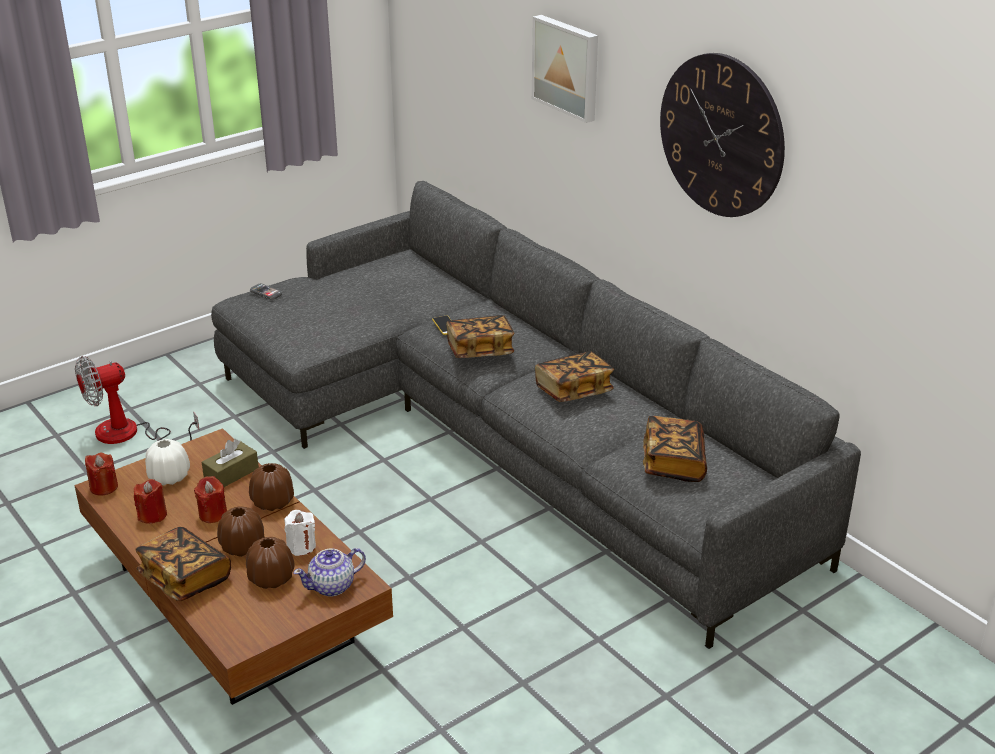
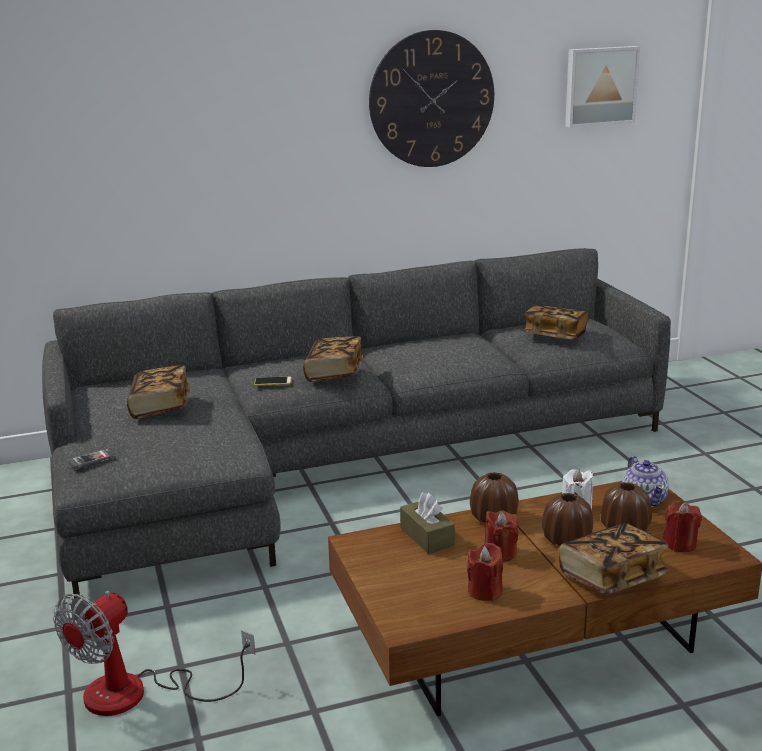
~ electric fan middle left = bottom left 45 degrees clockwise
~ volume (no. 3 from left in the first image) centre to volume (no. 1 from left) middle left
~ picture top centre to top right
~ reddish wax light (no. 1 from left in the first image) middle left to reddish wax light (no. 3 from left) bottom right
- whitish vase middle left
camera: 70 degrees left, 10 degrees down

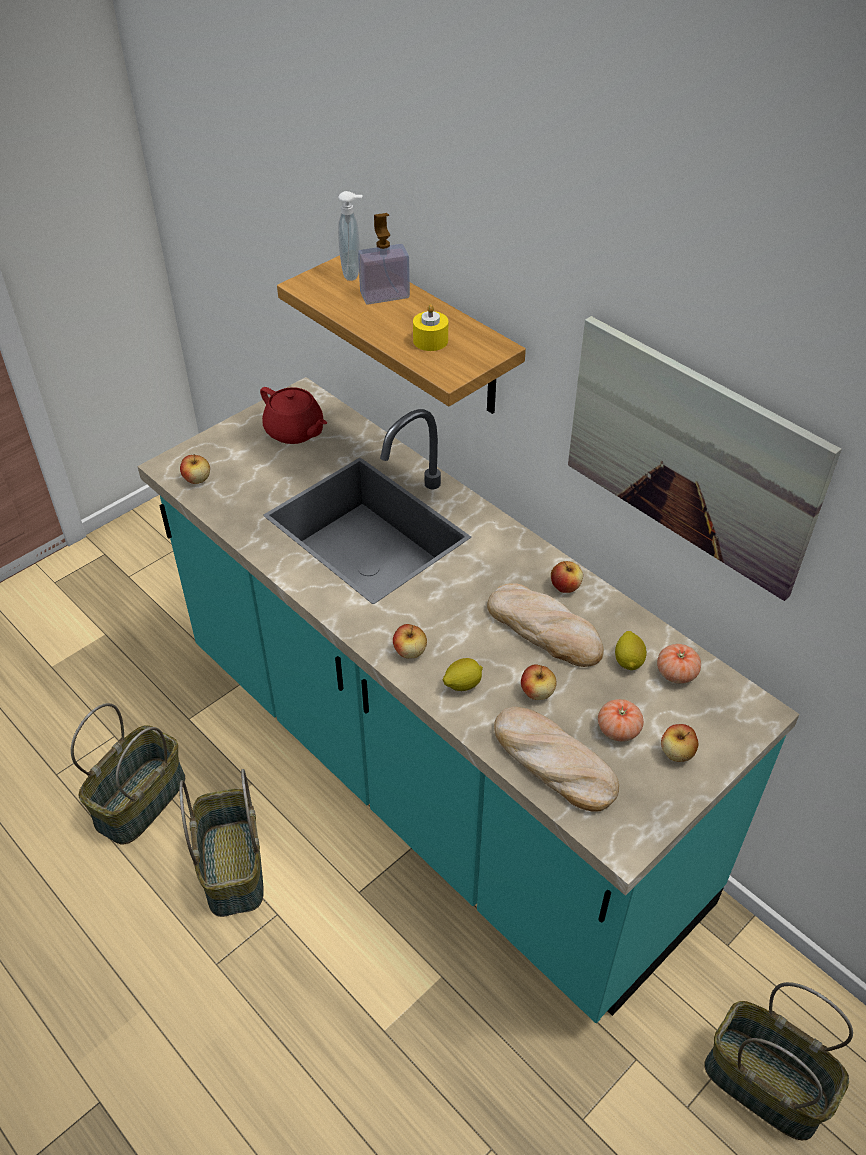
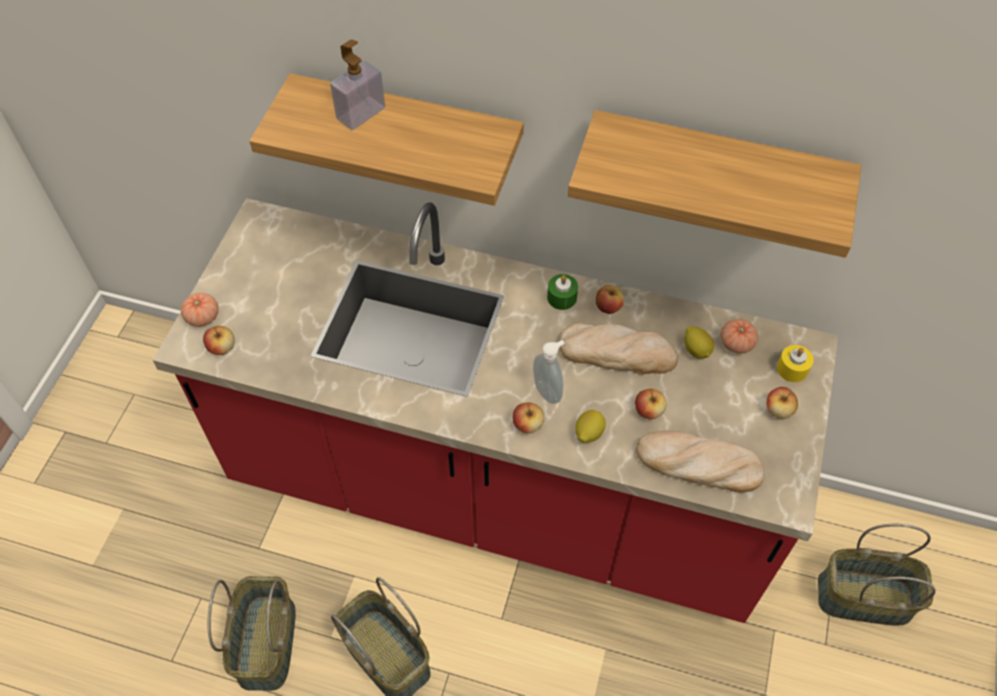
~ turquoise kitchen counter centre to reddish kitchen counter centre
~ fresh tomato (no. 1 from left) middle right to middle left
~ soap dispenser (no. 1 from left in the first image) top centre to soap dispenser (no. 2 from left) centre
+ greenish wax light centre
~ picture middle right to wall shelf (no. 2 from left) top right
~ yellow wax light top centre to middle right
- reddish teapot centre
camera: 30 degrees left, 10 degrees up

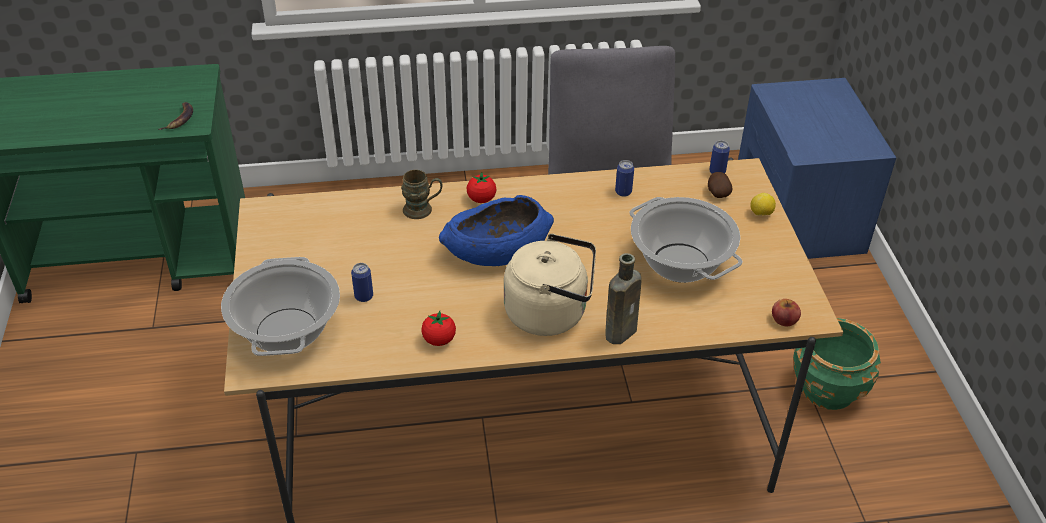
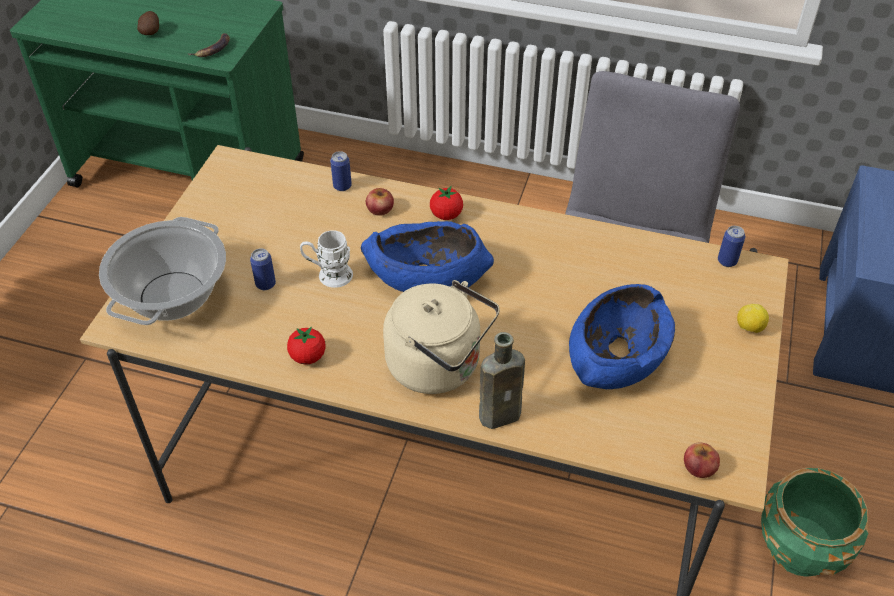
~ spud middle right to top left
+ whitish coffee mug centre
~ metal can (no. 2 from left) centre to top centre
~ brown coffee mug centre to apple (no. 1 from left) centre
~ stockpot (no. 2 from left) centre to blue-coloured bowl (no. 2 from left) middle right
camera: 25 degrees right, 5 degrees up

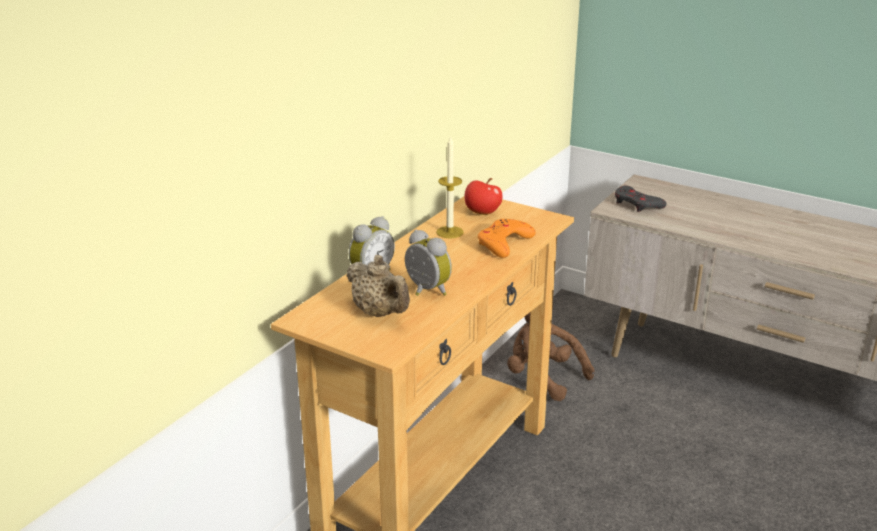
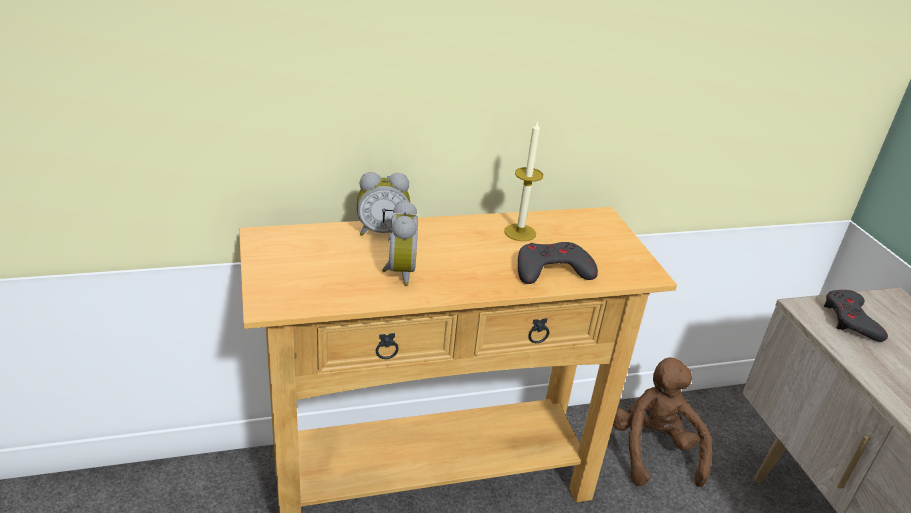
~ orange game controller centre to gray game controller (no. 1 from left) centre
- beige teapot centre
- apple centre
camera: 40 degrees right, 5 degrees up

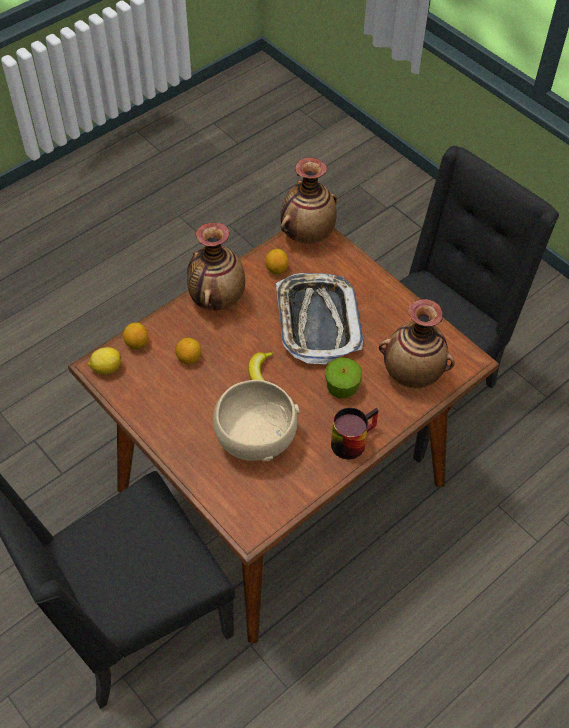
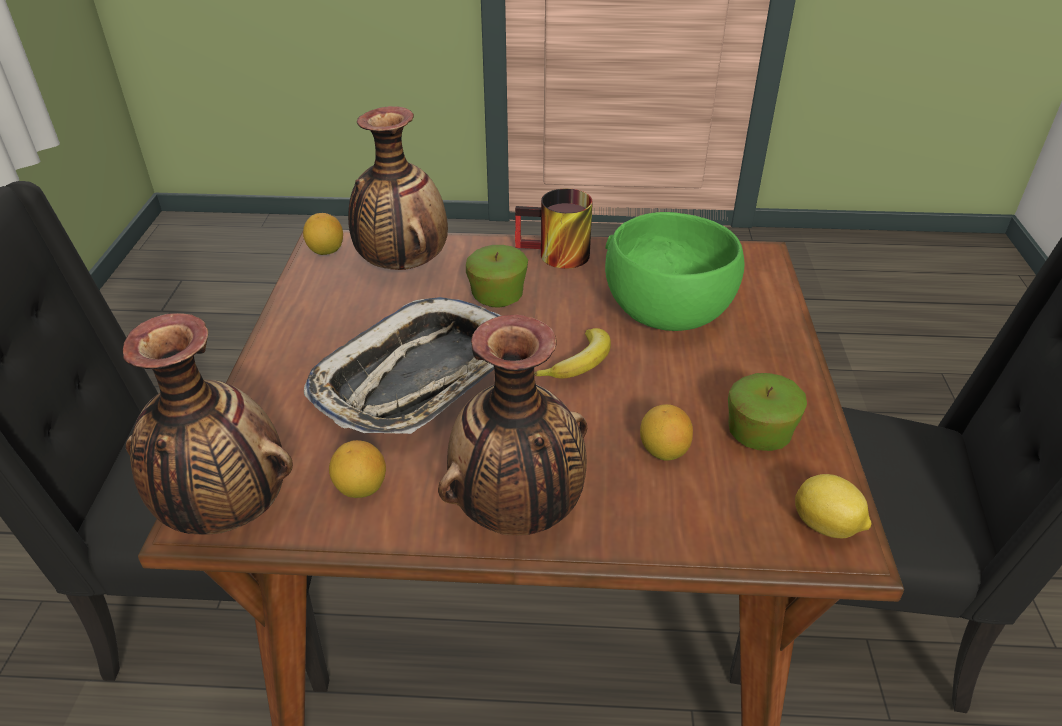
~ lemon (no. 2 from left in the first image) middle left to lemon (no. 1 from left) top left
~ beige bowl centre to greenish bowl centre
+ apple (no. 2 from left) middle right
camera: 135 degrees left, 15 degrees down

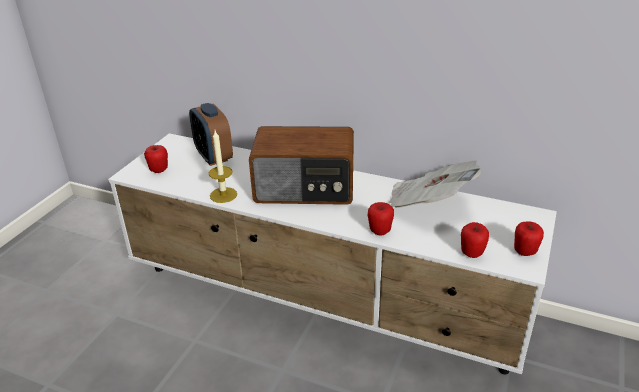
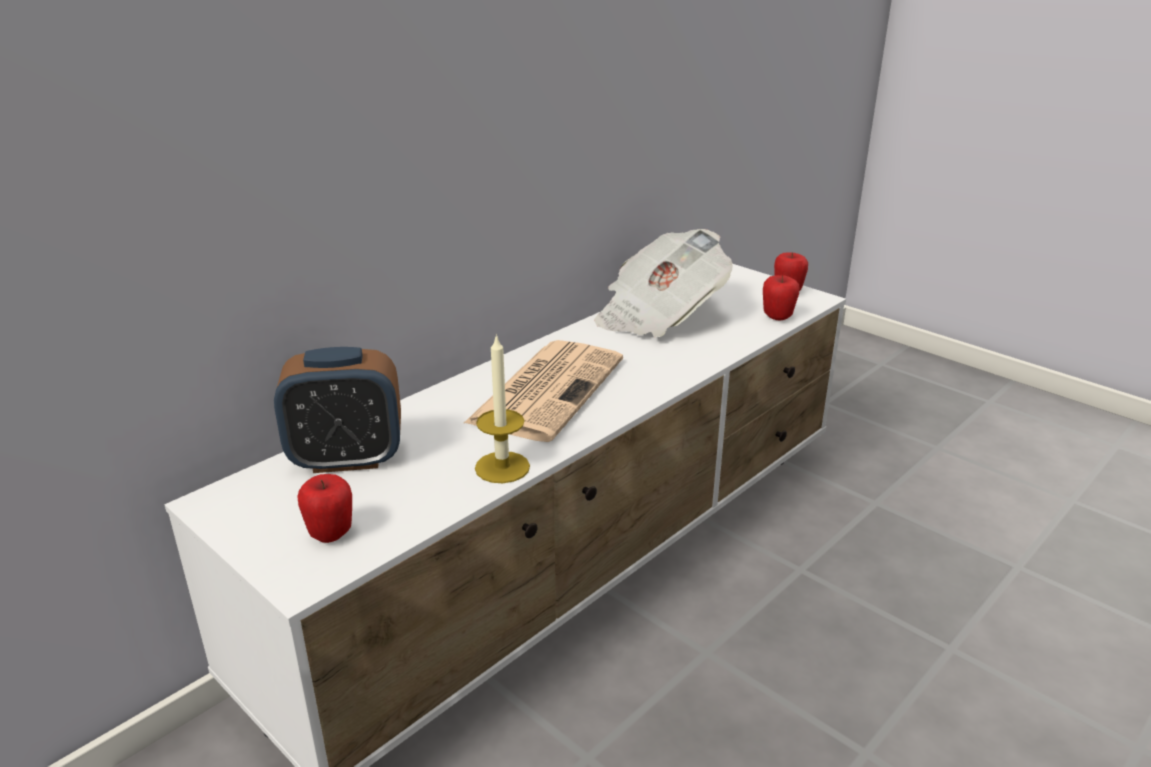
~ radio receiver centre to daily paper (no. 1 from left) centre
- apple (no. 2 from left) centre
camera: 70 degrees left, 5 degrees down

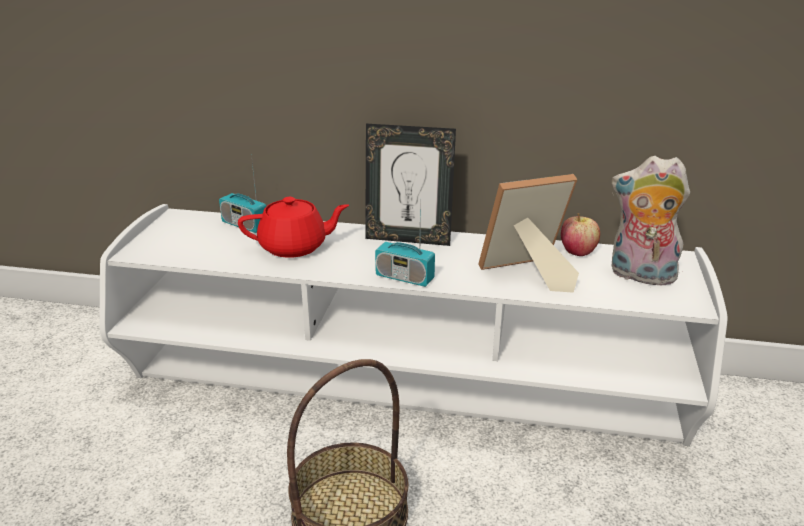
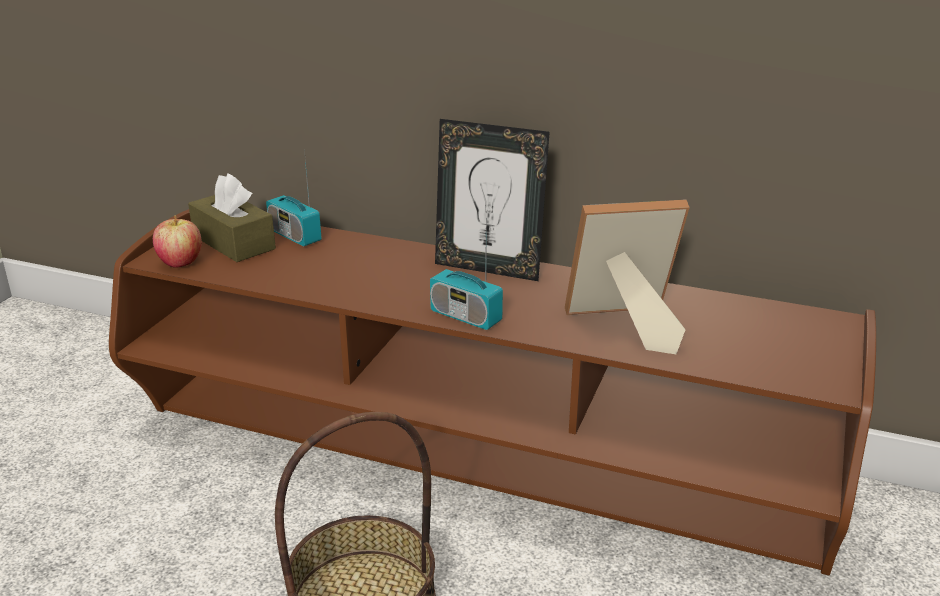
~ whitish media console centre to brown media console centre
~ apple middle right to middle left
+ brown tissue box middle left
- reddish teapot centre
- cuddly toy middle right
camera: 10 degrees right, 0 degrees up

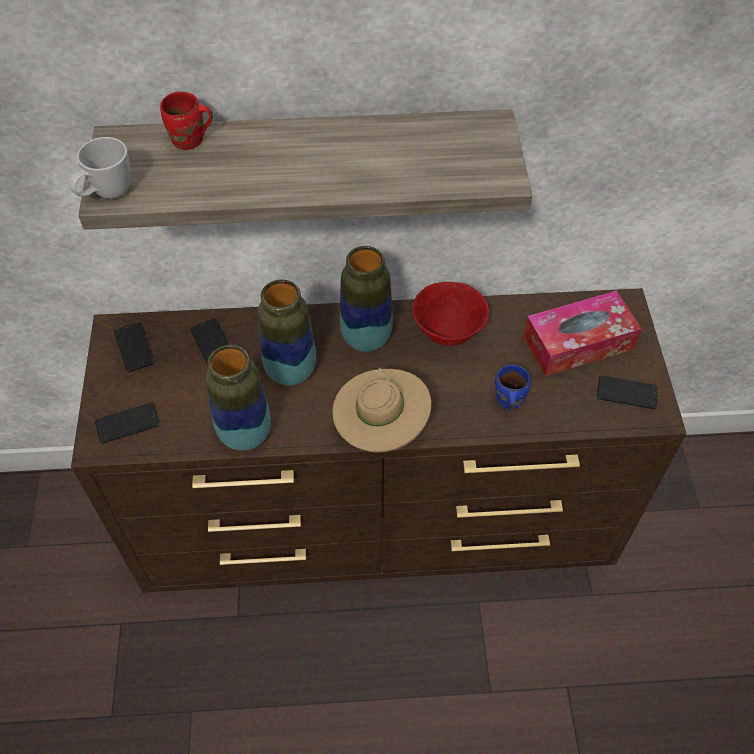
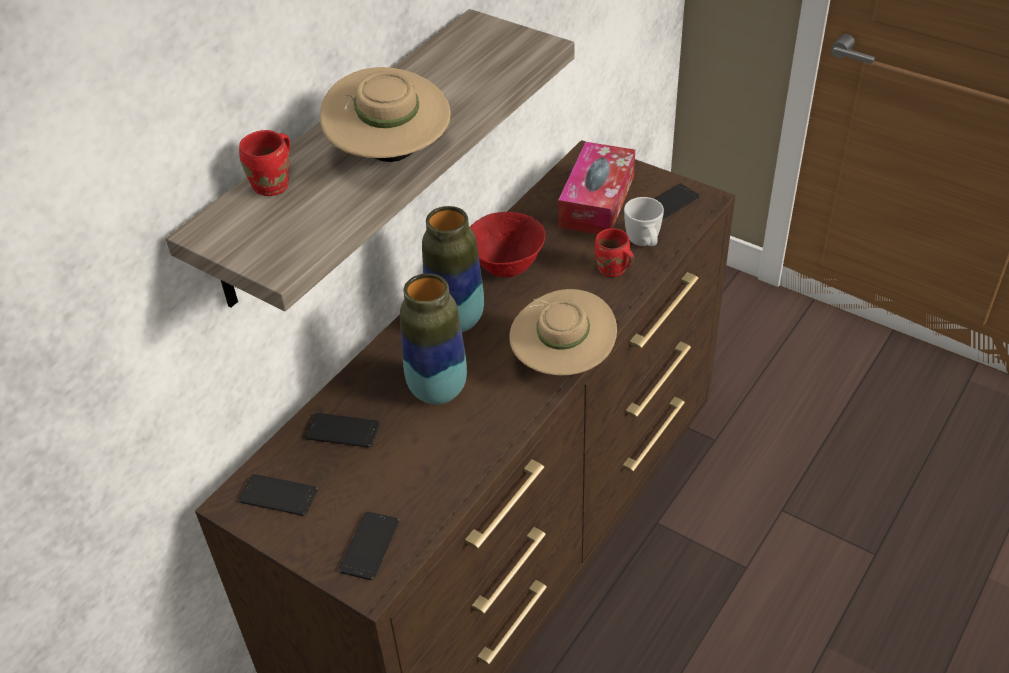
+ beige clothing hat (no. 1 from left) top centre
~ blue-coloured coffee mug middle right to reddish coffee mug (no. 2 from left) centre
~ whitish coffee mug top left to top centre
- vase (no. 1 from left) middle left
camera: 50 degrees left, 10 degrees down

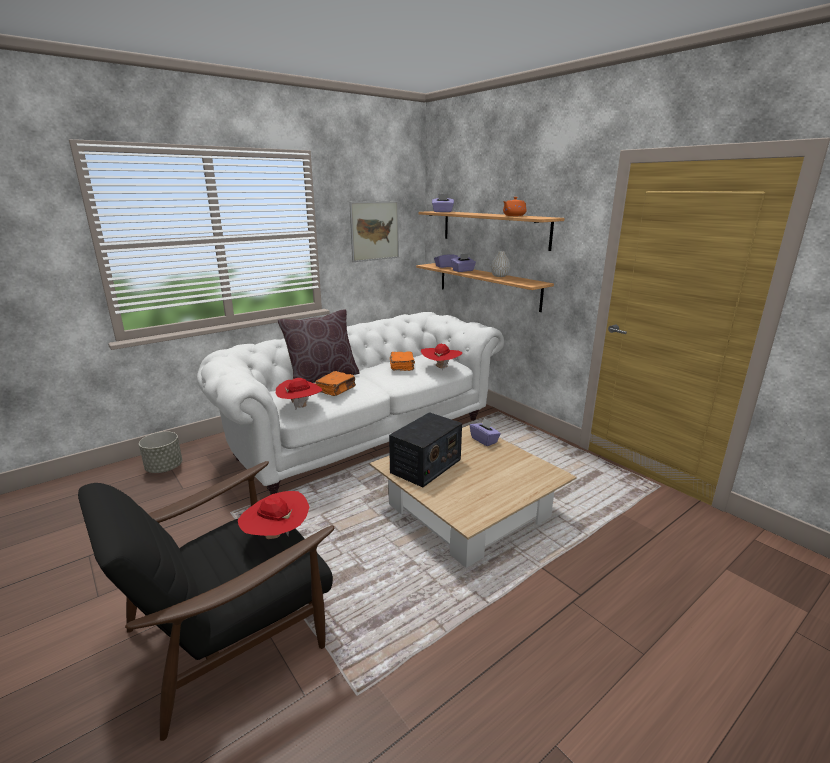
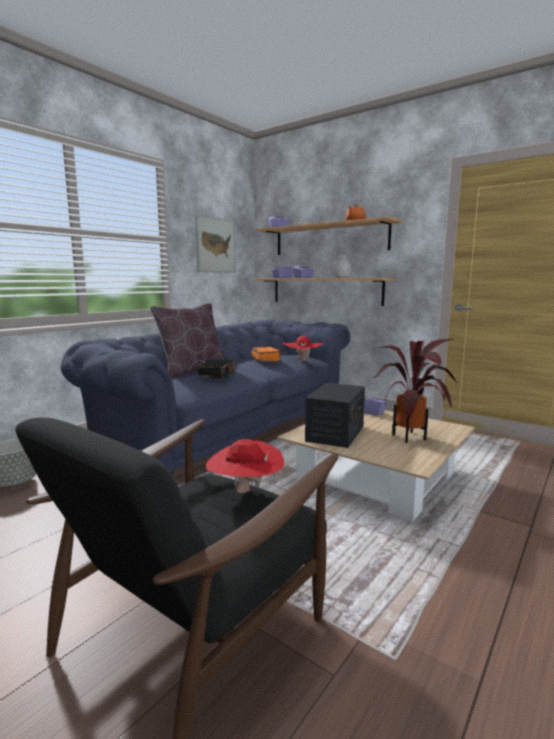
~ whitish settee centre to blue-coloured settee centre
~ orange volume (no. 1 from left) centre to black-coloured volume centre
+ potted plant middle right
- reddish clothing hat (no. 2 from left) centre
camera: 15 degrees left, 10 degrees down

